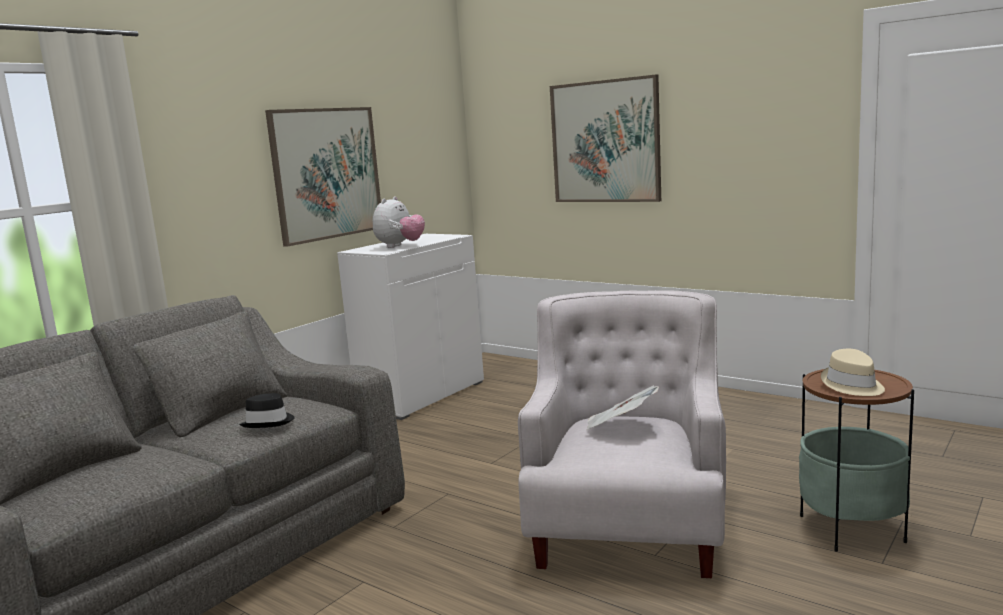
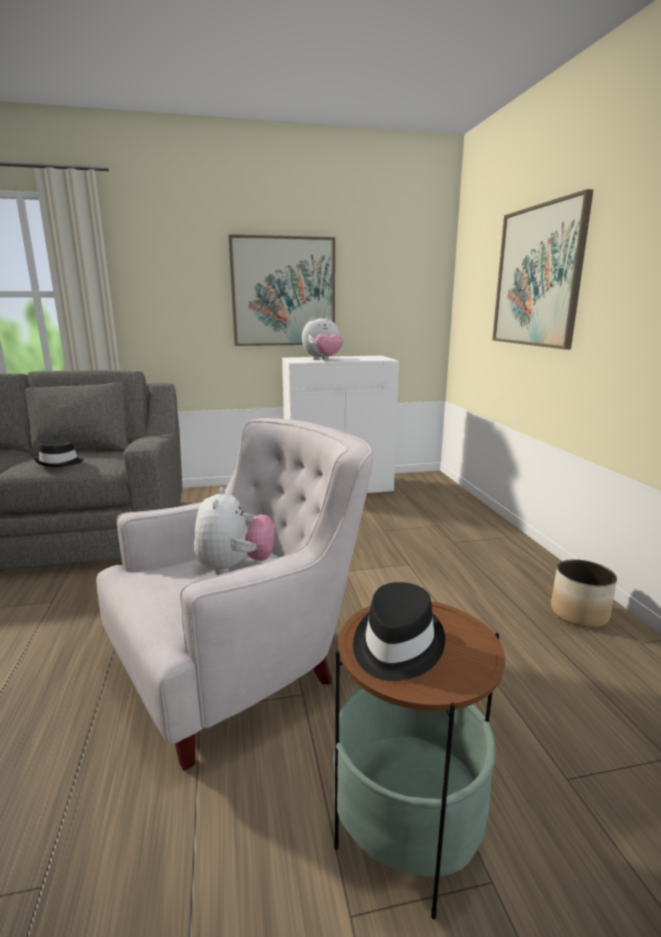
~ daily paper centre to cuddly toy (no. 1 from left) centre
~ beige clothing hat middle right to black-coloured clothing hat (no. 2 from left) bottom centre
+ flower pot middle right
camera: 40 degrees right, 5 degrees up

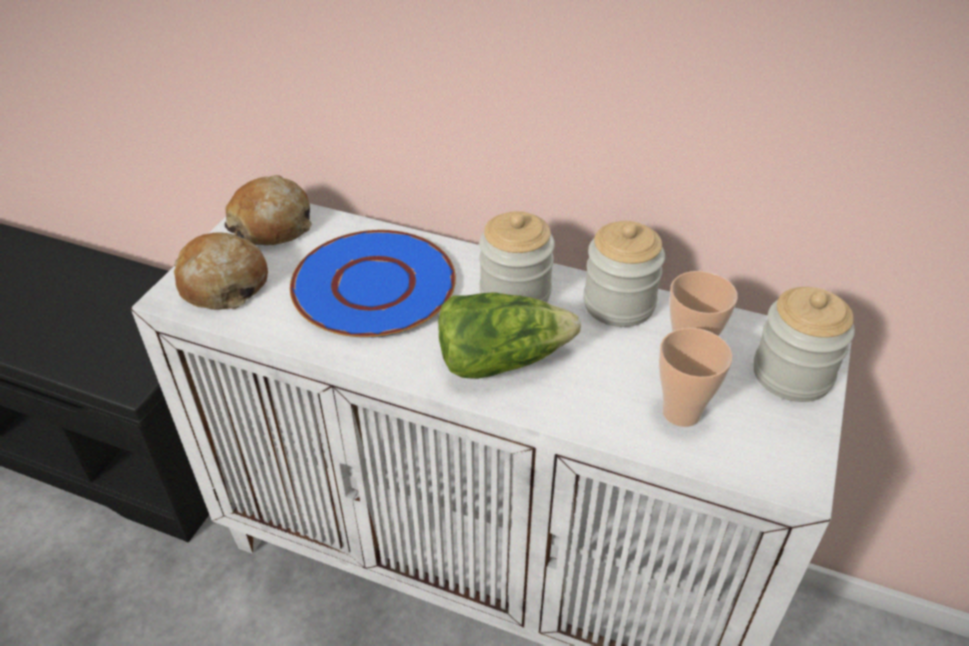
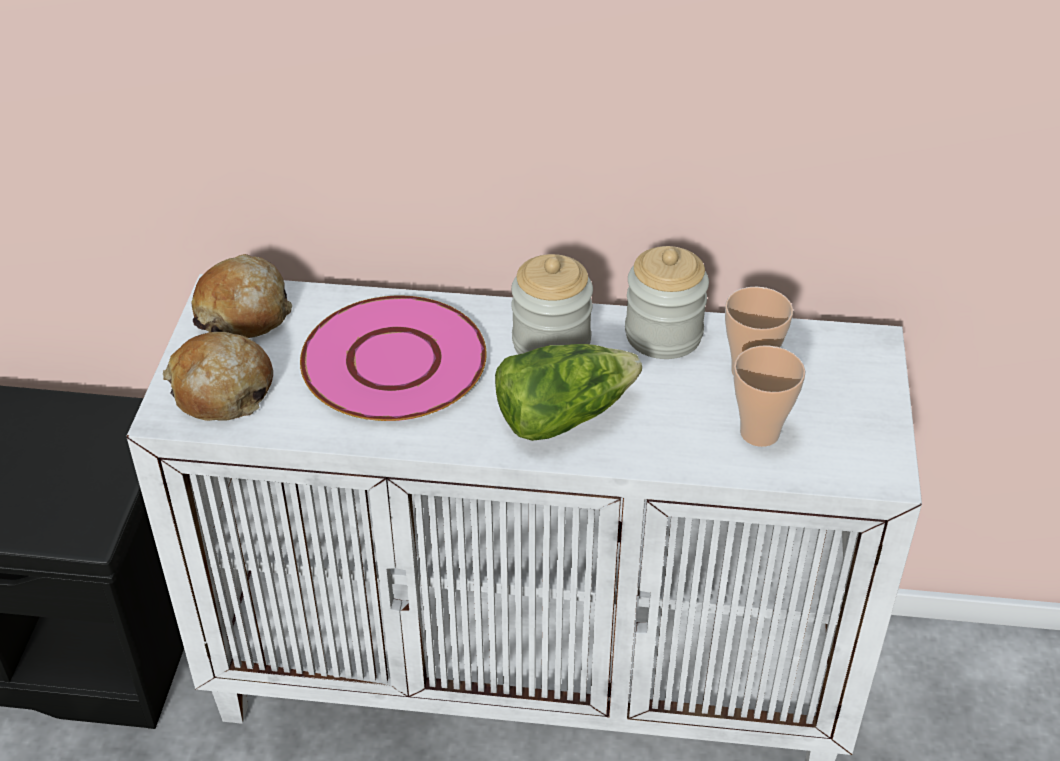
~ blue-coloured dinner plate centre to pink-coloured dinner plate centre
- jar (no. 3 from left) middle right
camera: 15 degrees left, 0 degrees up

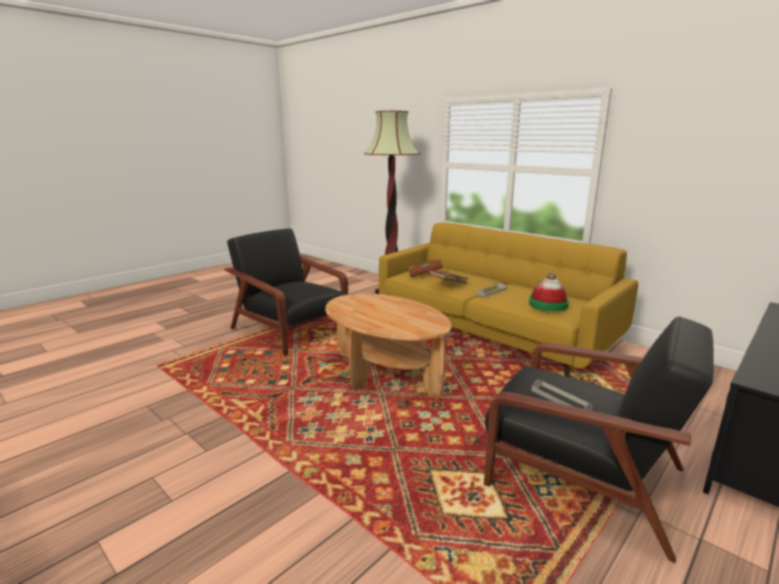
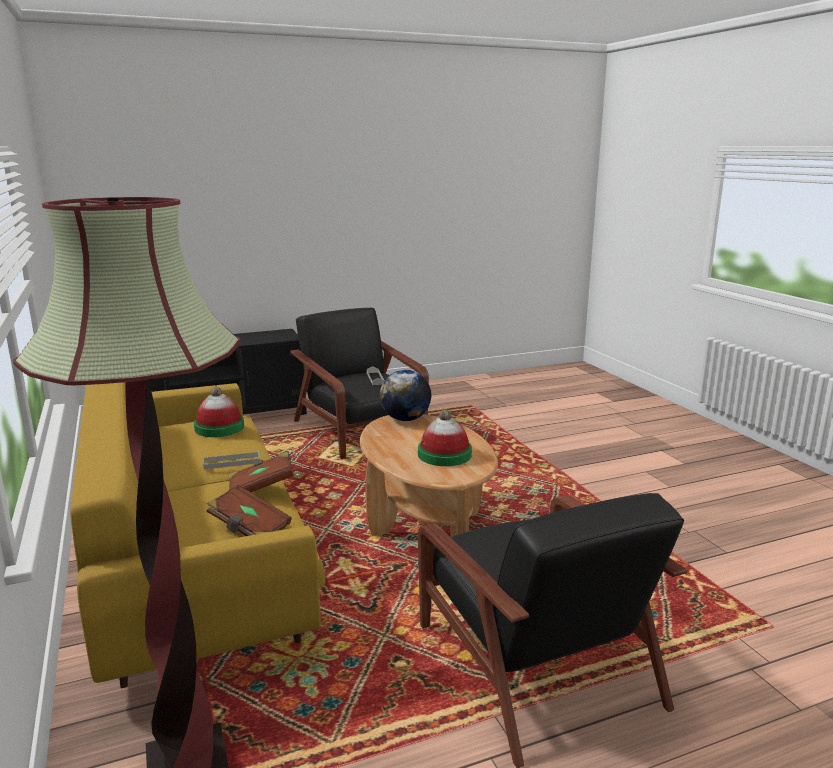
+ world globe centre
+ clothing hat (no. 2 from left) centre
camera: 155 degrees left, 0 degrees up

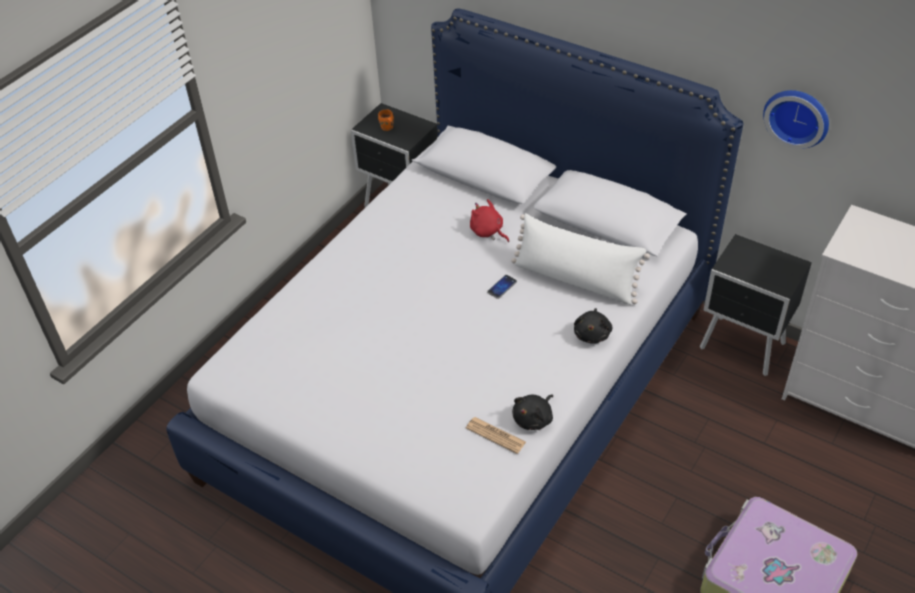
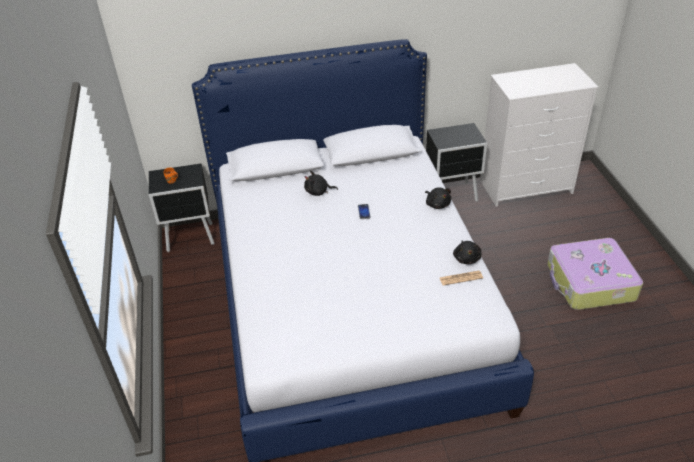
~ reddish cuddly toy centre to black-coloured cuddly toy (no. 1 from left) centre
- whitish throw pillow centre
- wall clock top right
camera: 45 degrees left, 5 degrees down

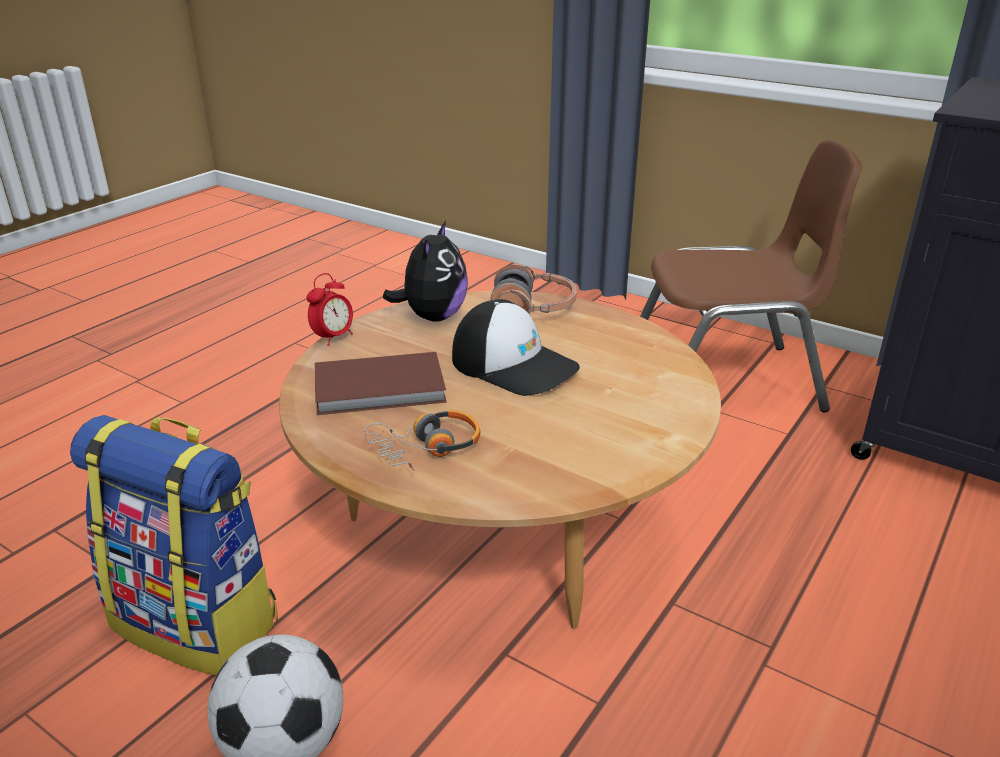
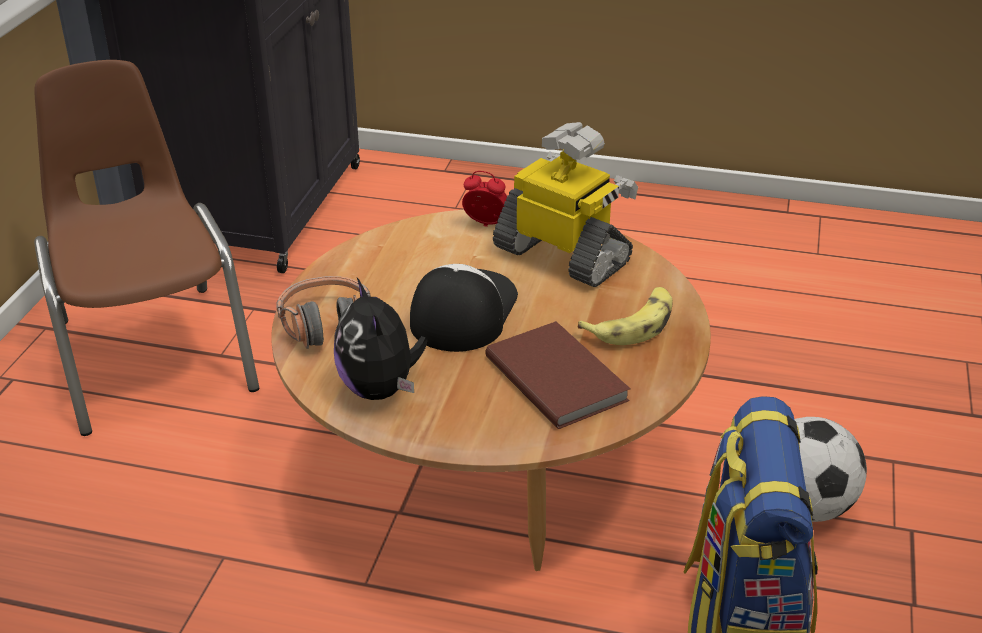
~ cuddly toy centre = centre 105 degrees counterclockwise
~ bedside clock middle left to top centre
+ robot figure top centre
~ headphones (no. 1 from left) centre to banana centre
camera: 110 degrees left, 5 degrees up

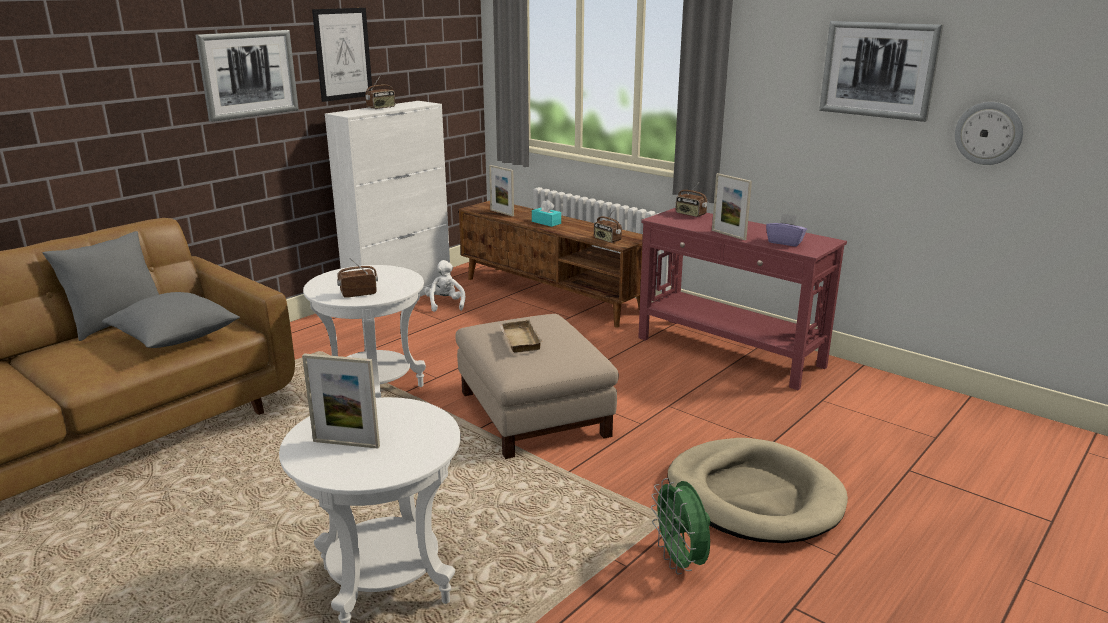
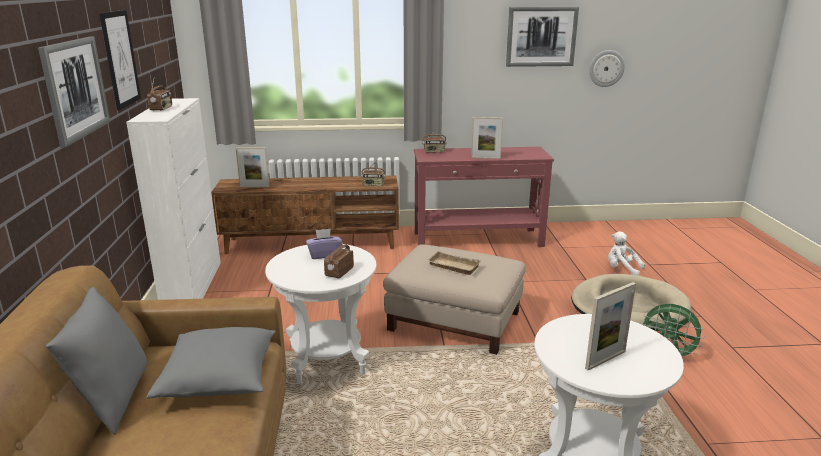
~ purple tissue box middle right to centre
~ whitish cuddly toy centre to middle right
- turquoise tissue box centre
camera: 45 degrees left, 0 degrees up

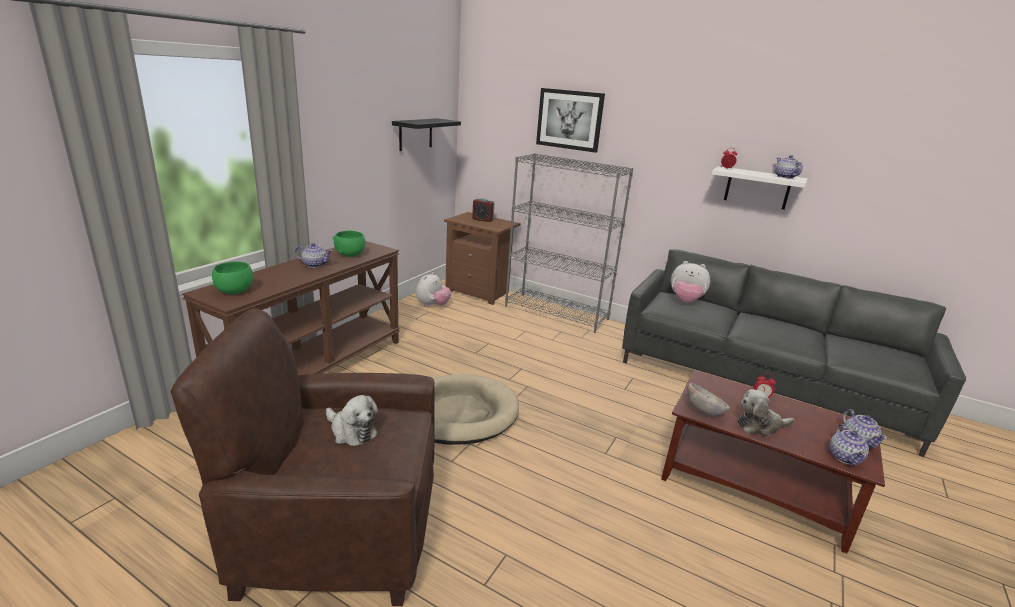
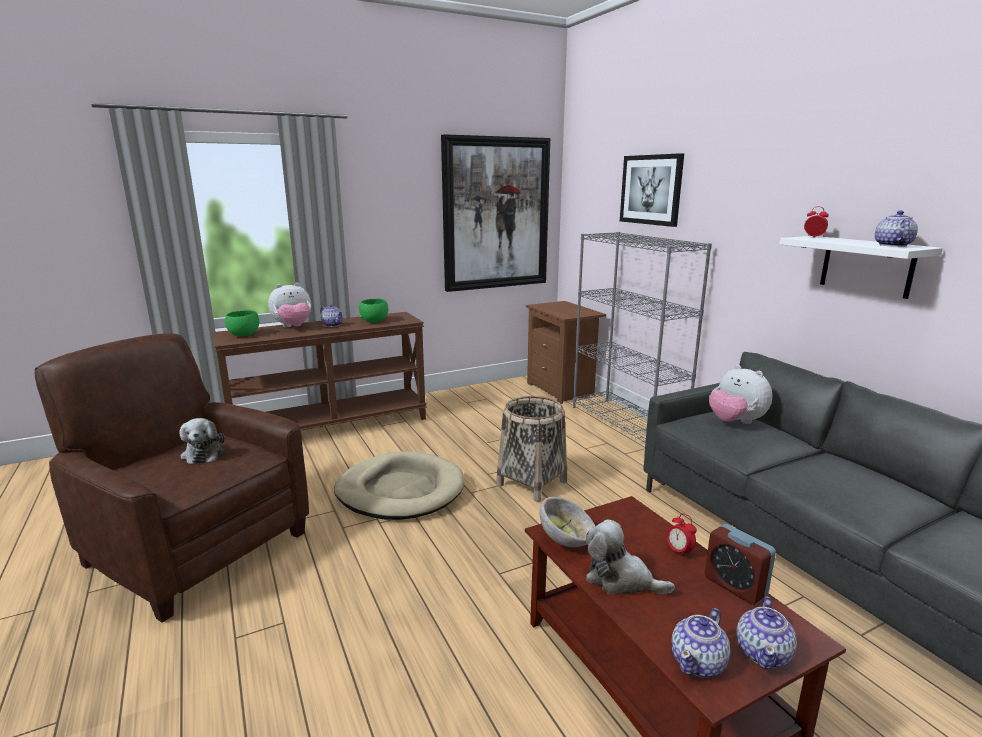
~ cuddly toy (no. 2 from left) centre to middle left
~ black-coloured wall shelf top centre to picture (no. 1 from left) top centre
+ storage basket centre
~ bedside clock (no. 1 from left in the first image) centre to bedside clock (no. 2 from left) bottom right
camera: 35 degrees right, 5 degrees down

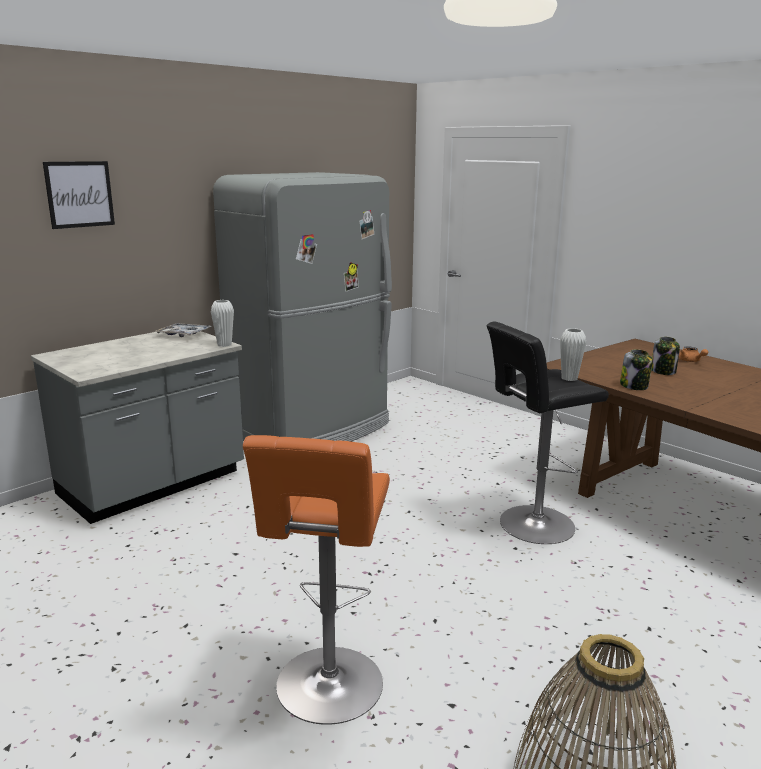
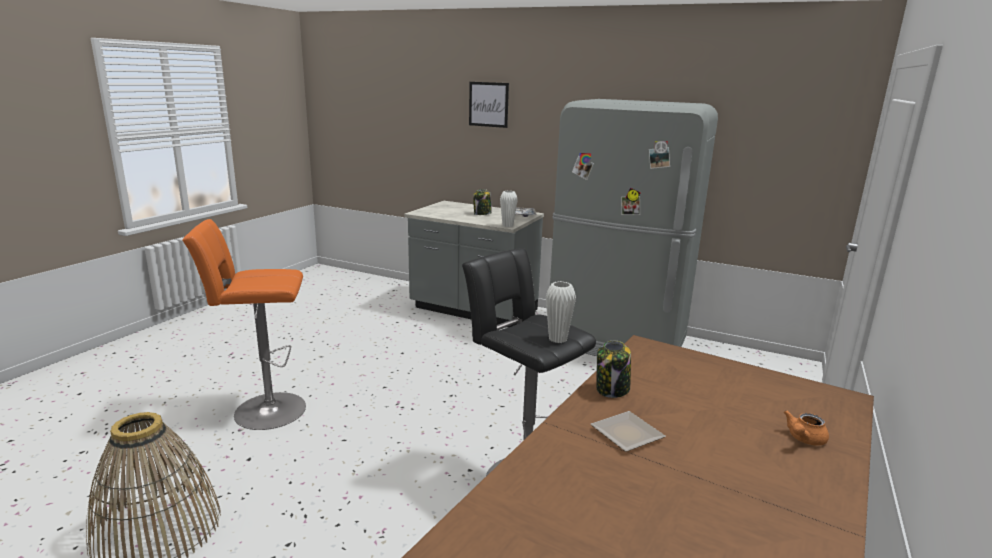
~ jar (no. 2 from left in the first image) middle right to jar (no. 1 from left) centre
+ dinner plate bottom centre
camera: 70 degrees right, 0 degrees up

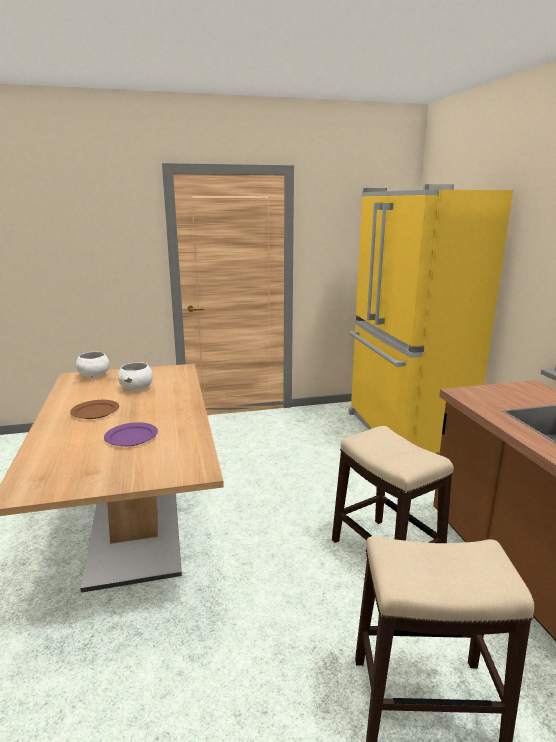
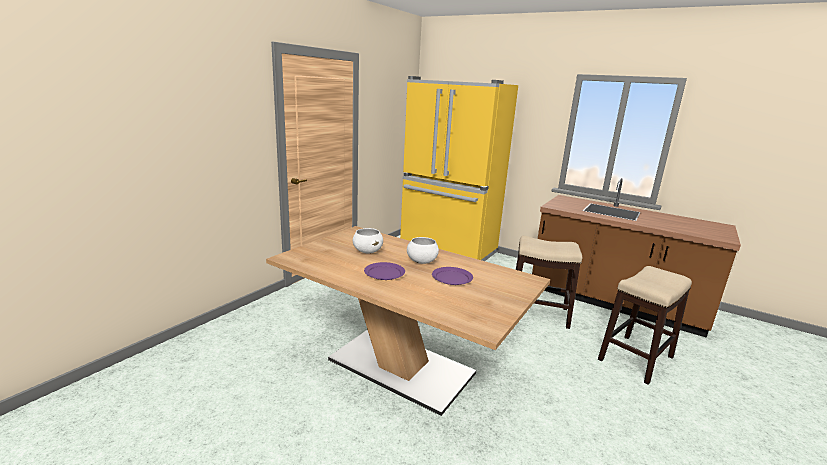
~ brown dinner plate middle left to purple dinner plate (no. 1 from left) centre
~ whitish bowl (no. 1 from left in the first image) middle left to whitish bowl (no. 2 from left) centre
camera: 45 degrees left, 0 degrees up

